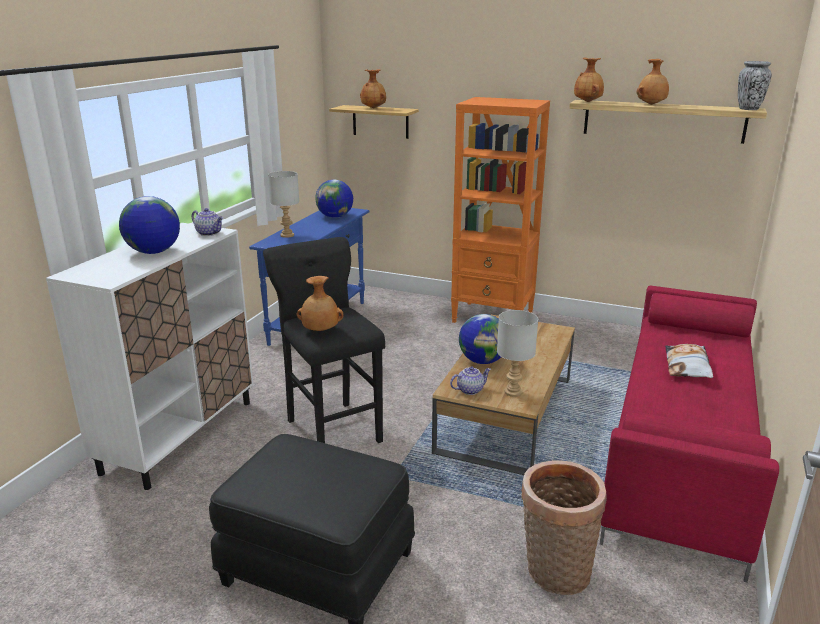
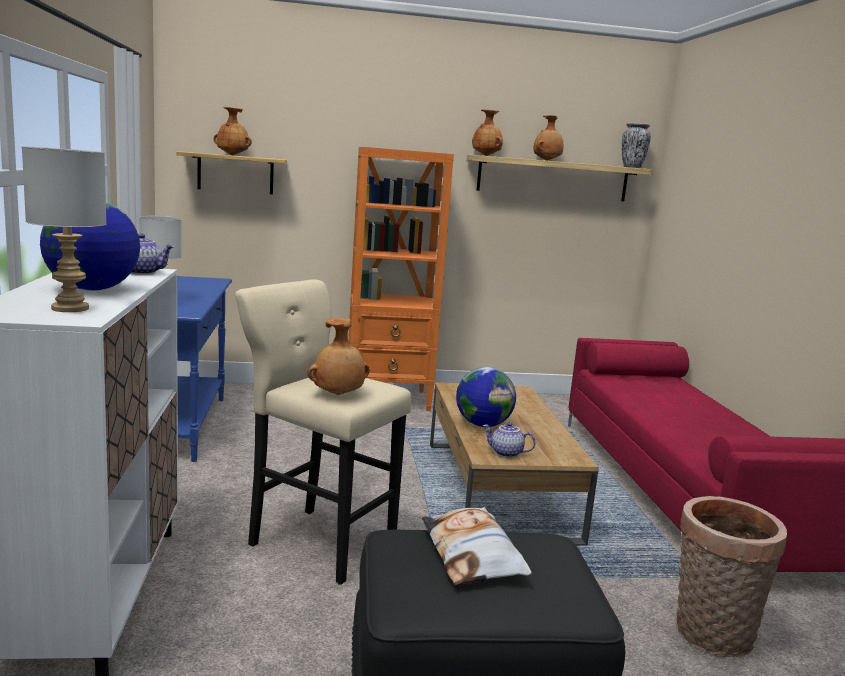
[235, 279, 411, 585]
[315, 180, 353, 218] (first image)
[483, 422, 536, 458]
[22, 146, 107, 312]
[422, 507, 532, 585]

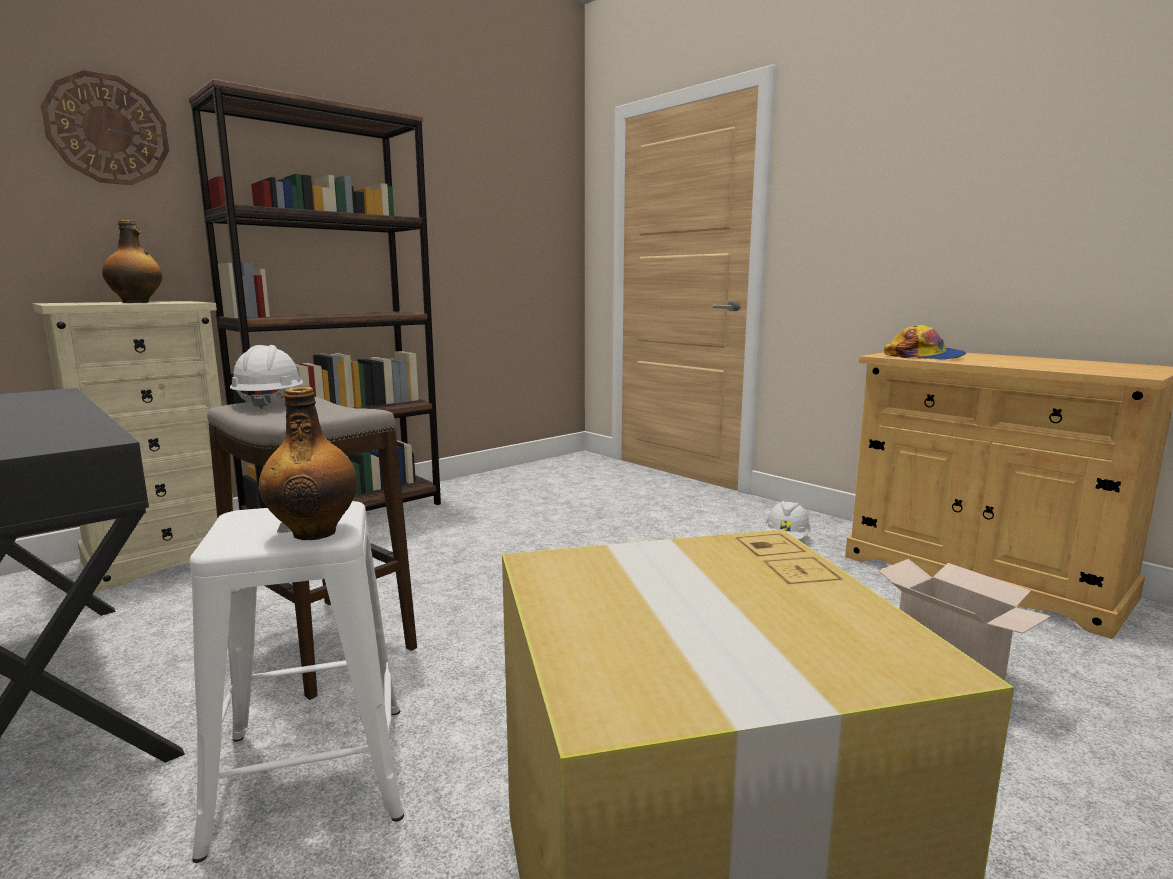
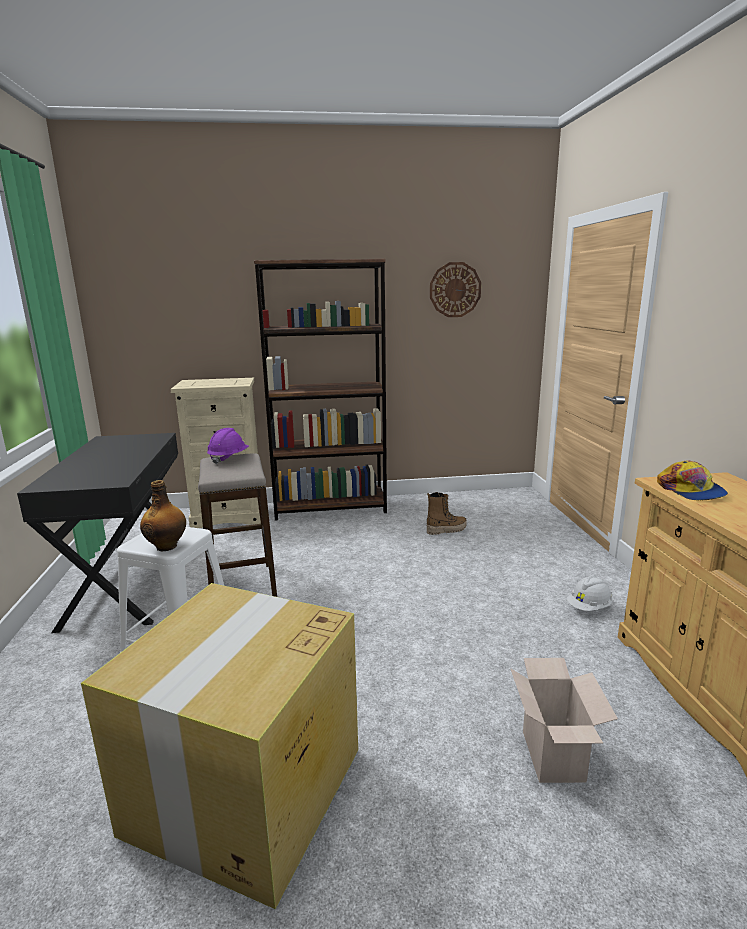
[430, 262, 481, 317]
[102, 220, 162, 303] (first image)
[207, 428, 249, 464]
[427, 492, 467, 535]

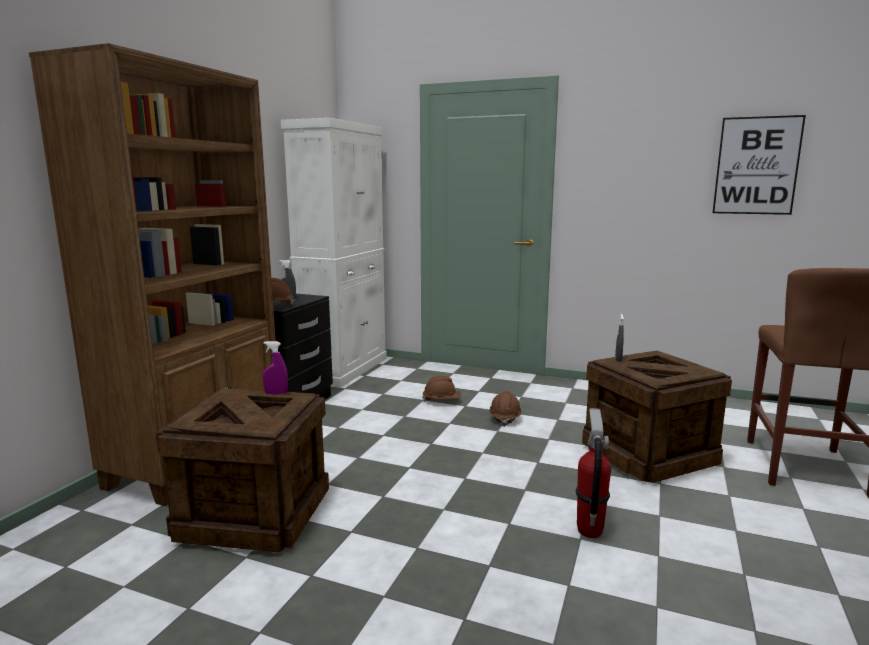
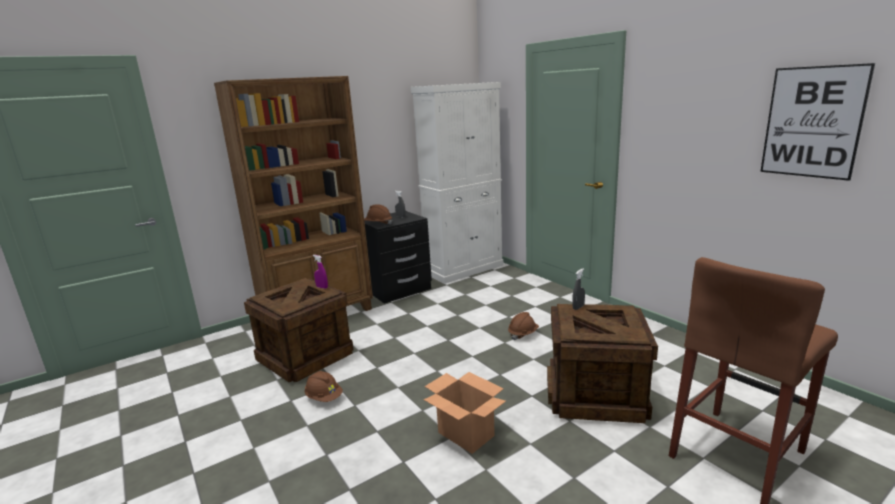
[305, 371, 343, 402]
[424, 372, 506, 454]

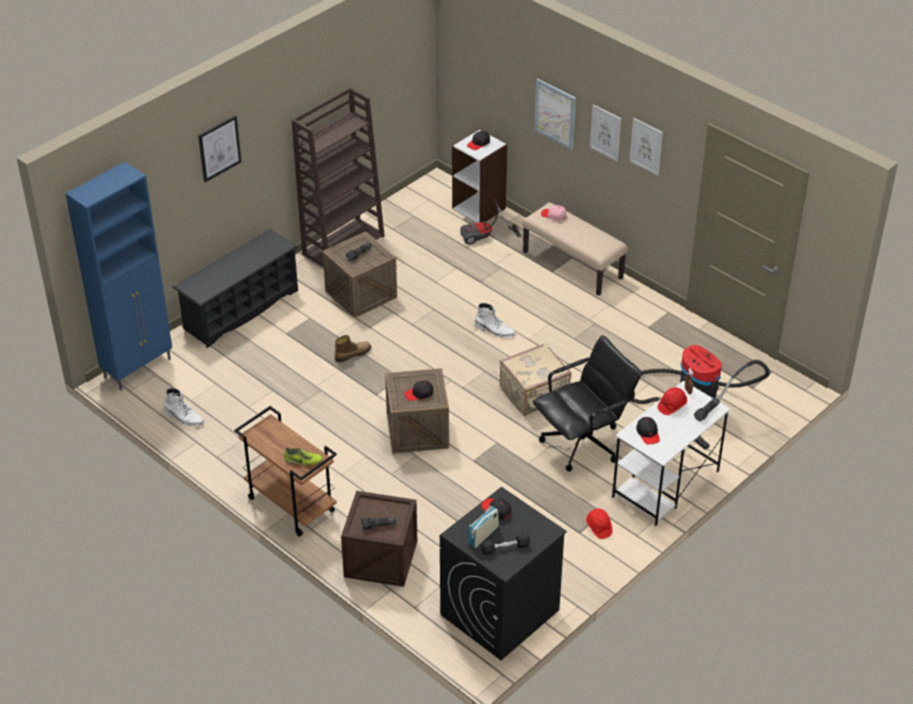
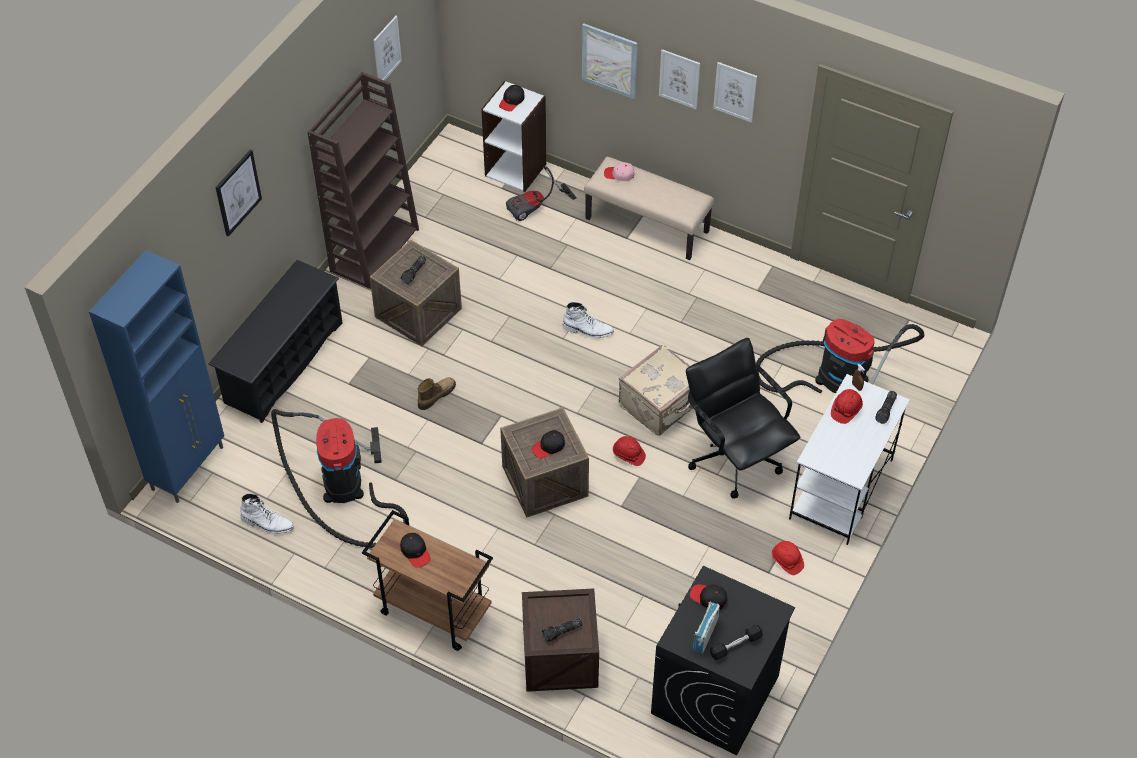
[284, 447, 323, 466] (first image)
[686, 338, 800, 499]
[400, 533, 431, 568]
[271, 409, 408, 548]
[373, 16, 402, 81]
[613, 436, 646, 466]

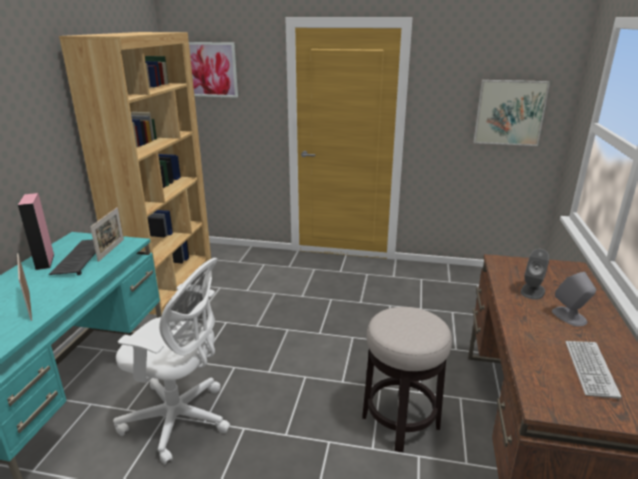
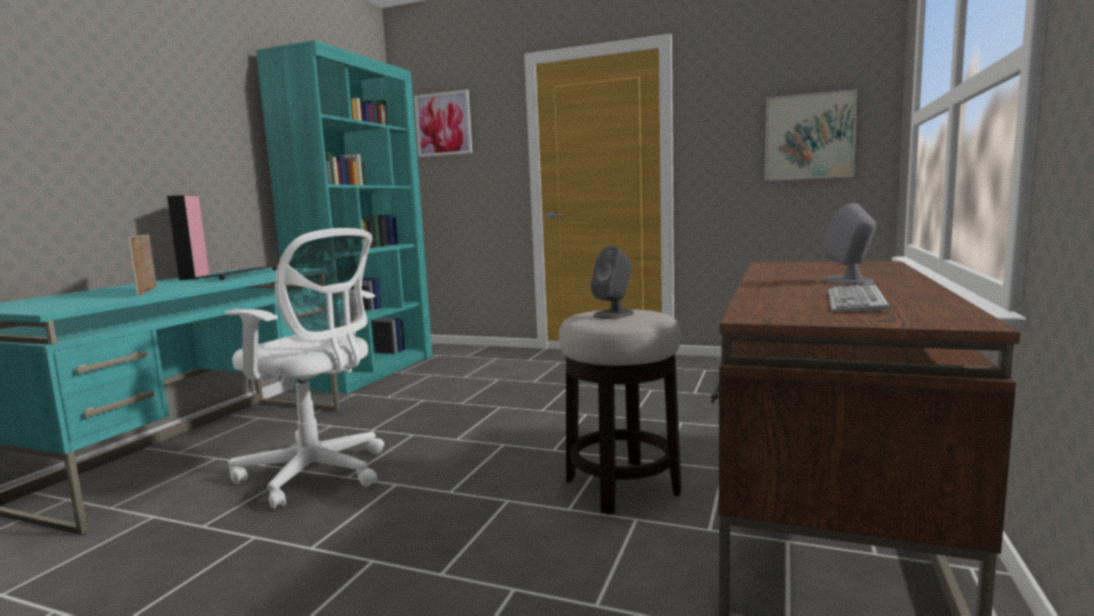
[256, 40, 432, 394]
[90, 207, 124, 262] (first image)
[590, 246, 634, 319]

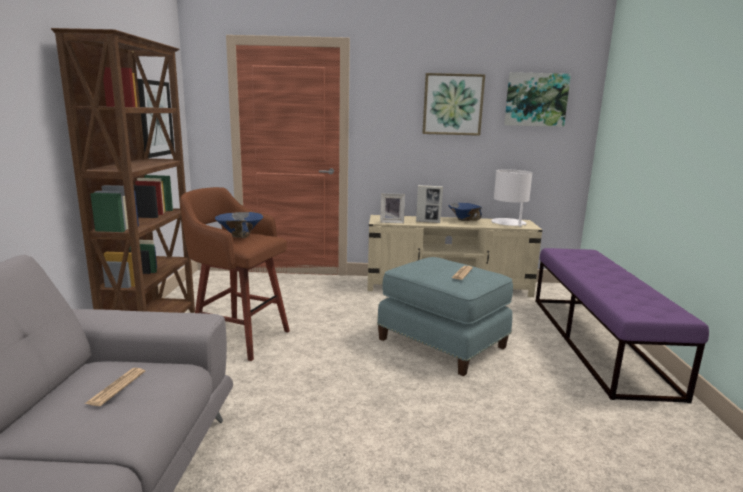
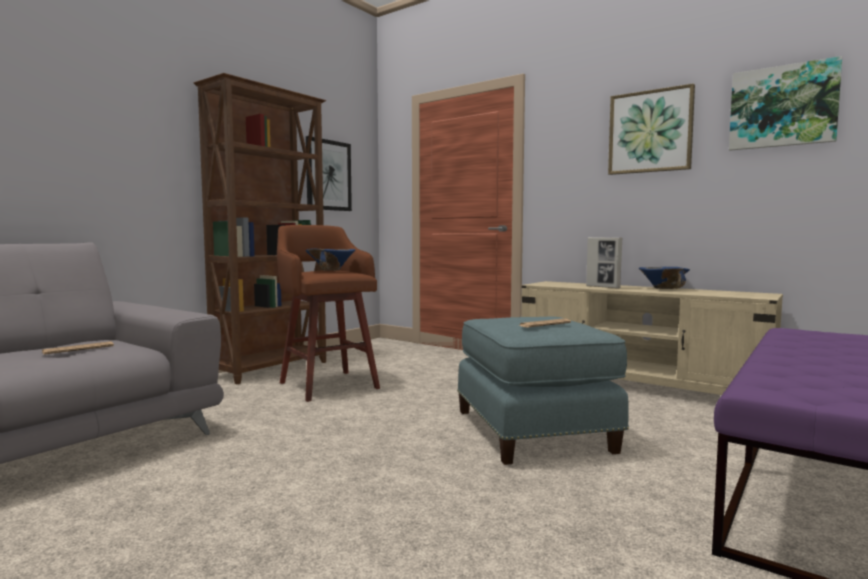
[380, 193, 405, 223] (first image)
[491, 169, 532, 227] (first image)

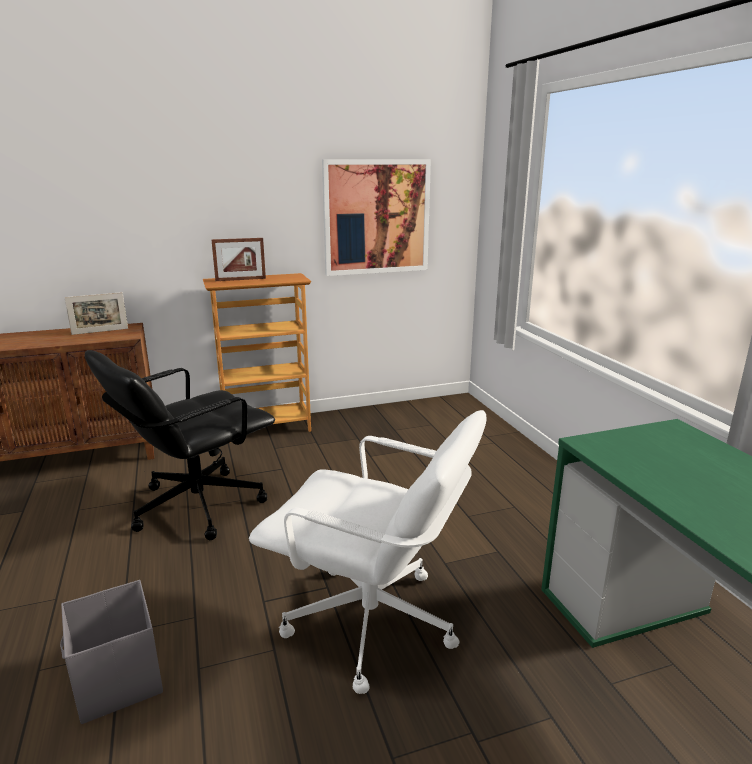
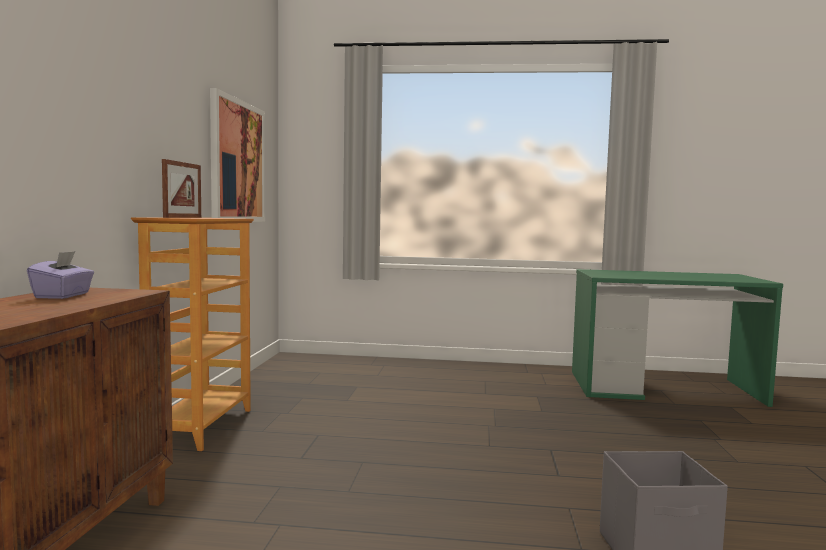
[27, 251, 94, 299]
[85, 350, 275, 540] (first image)
[249, 410, 486, 694] (first image)

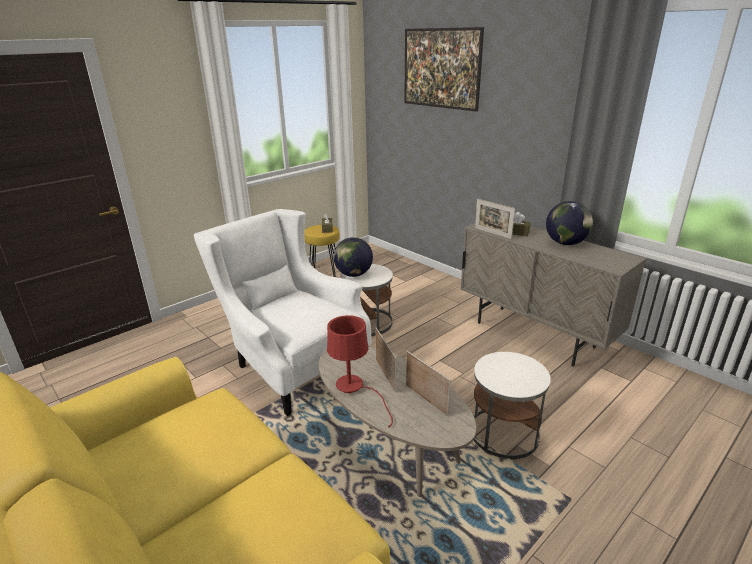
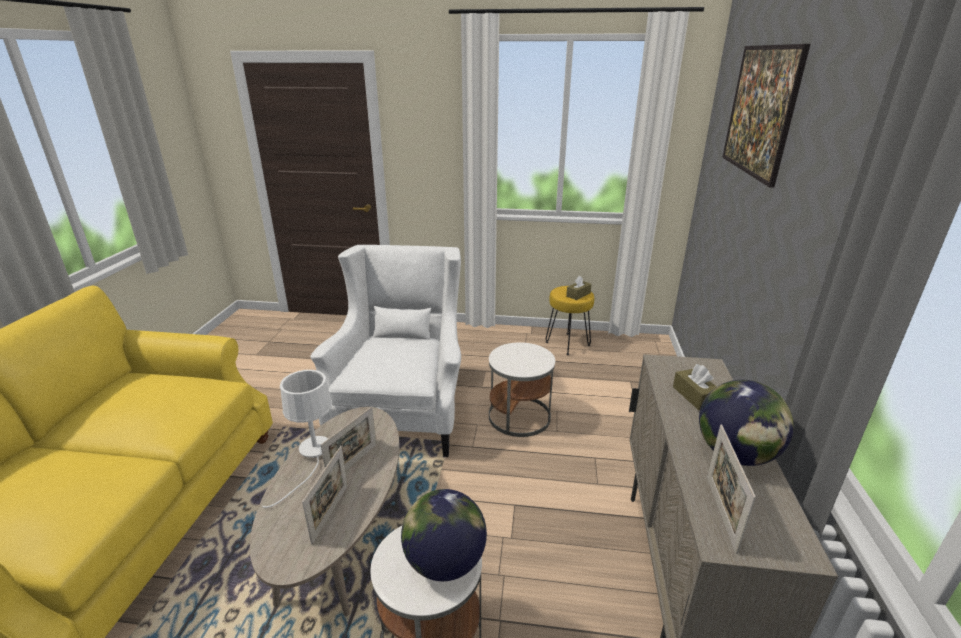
[262, 370, 332, 508]
[401, 489, 487, 581]
[707, 425, 756, 554]

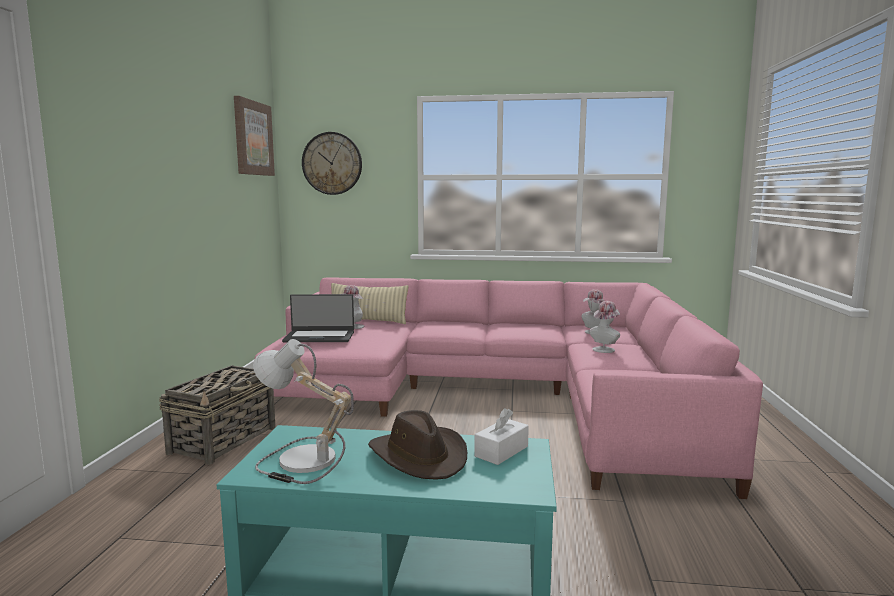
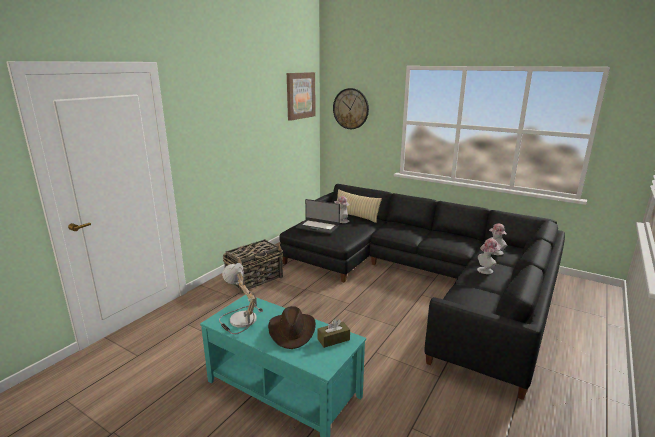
[279, 184, 565, 400]
[317, 319, 350, 348]

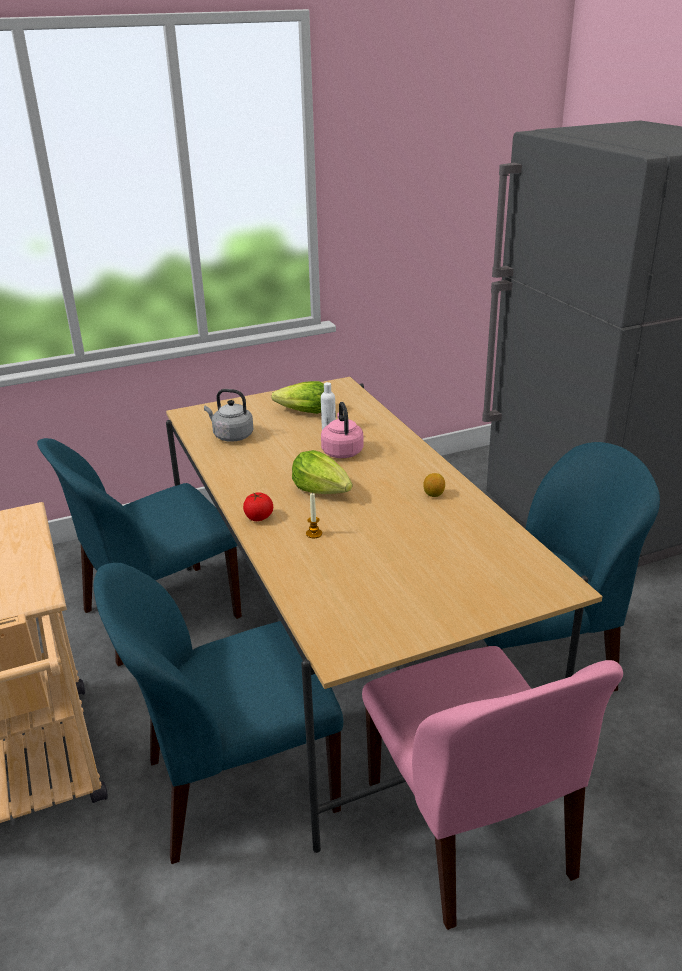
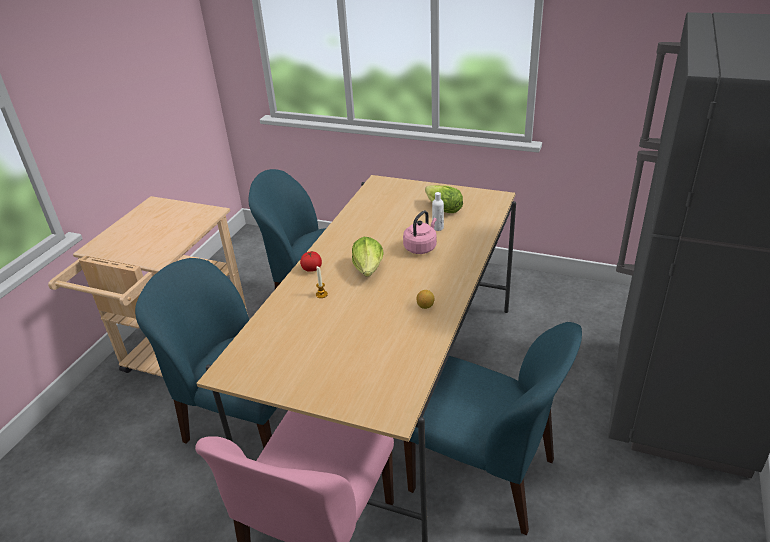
[204, 389, 254, 442] (first image)

